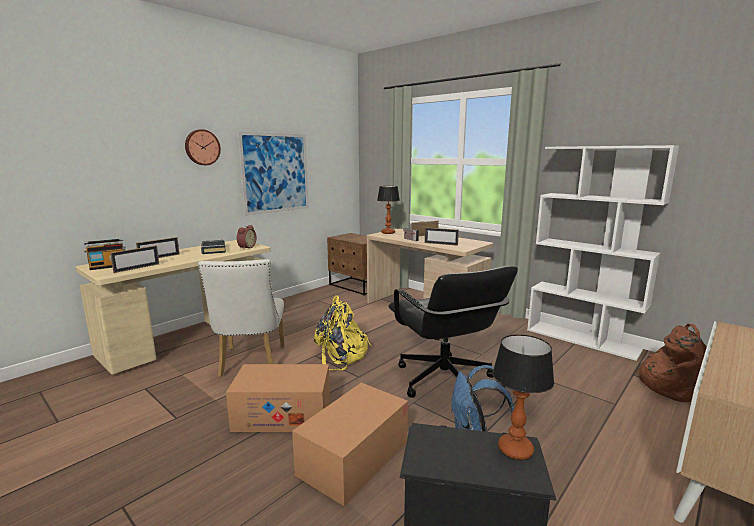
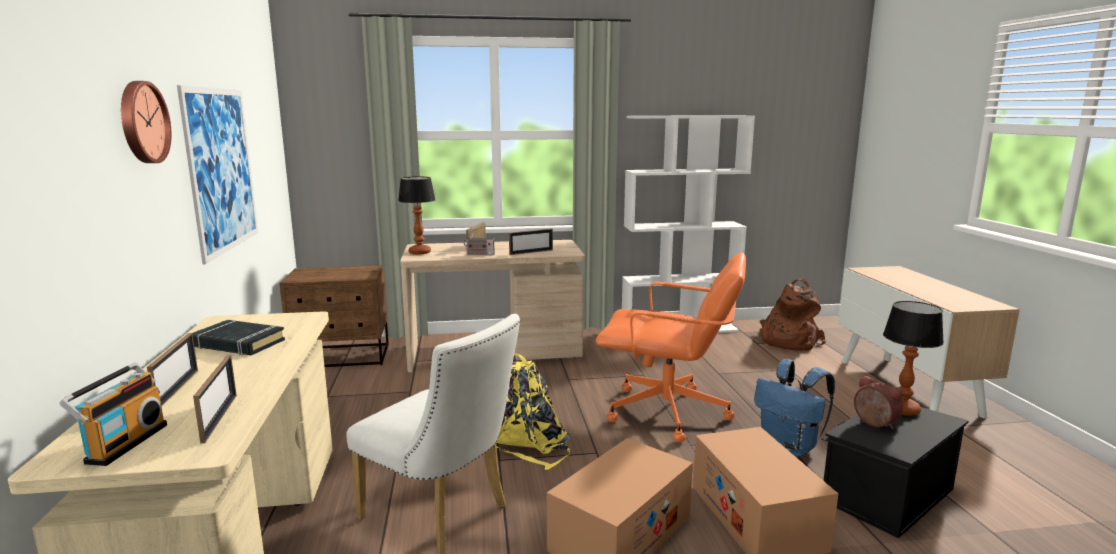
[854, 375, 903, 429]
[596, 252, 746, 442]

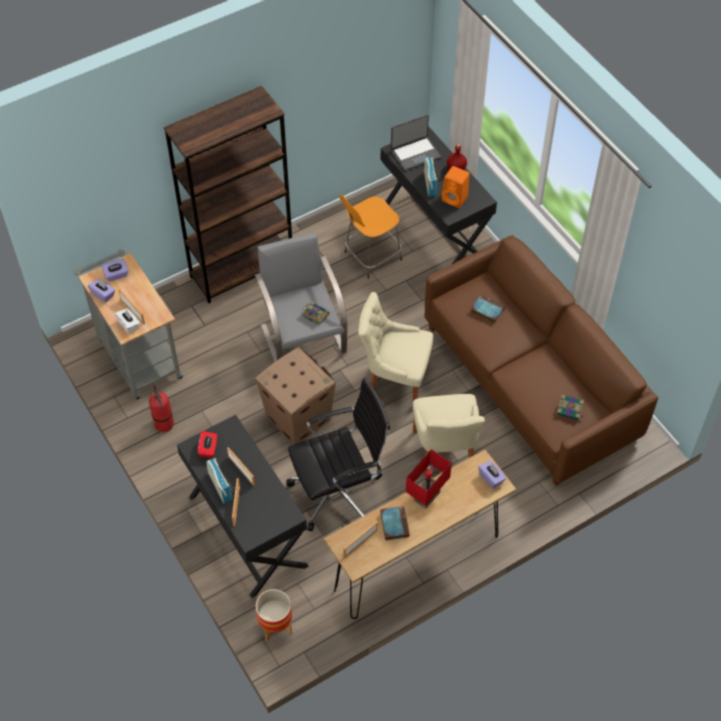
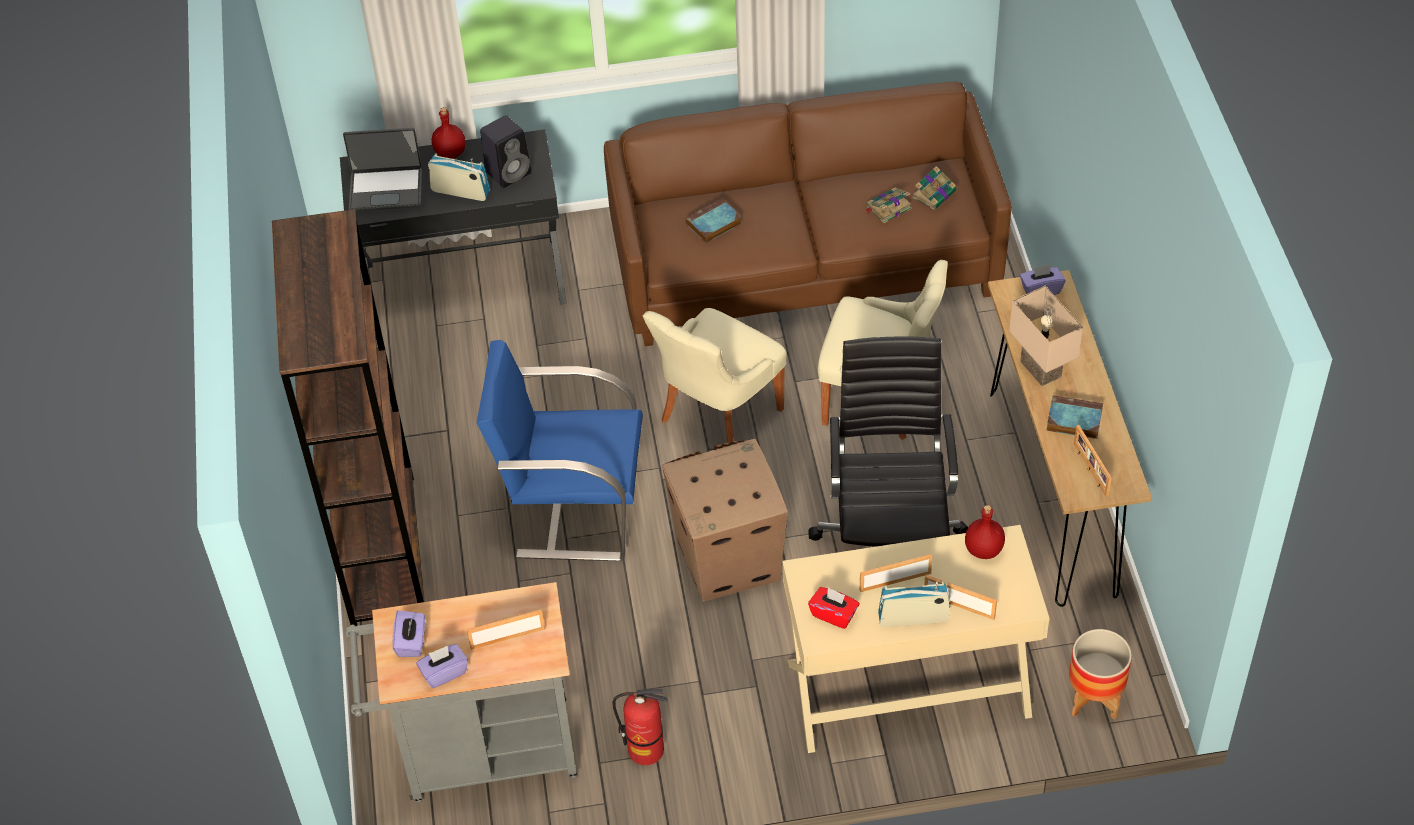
[115, 308, 140, 333] (first image)
[782, 525, 1050, 753]
[477, 340, 643, 561]
[865, 188, 912, 223]
[339, 195, 402, 279] (first image)
[343, 128, 422, 211]
[1009, 286, 1083, 386]
[480, 115, 531, 188]
[965, 505, 1005, 559]

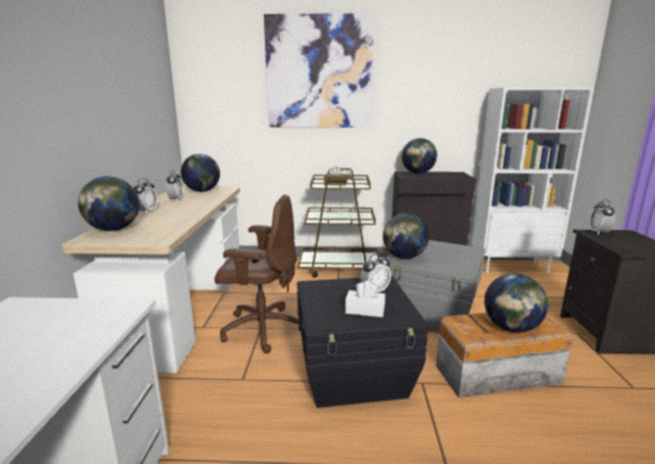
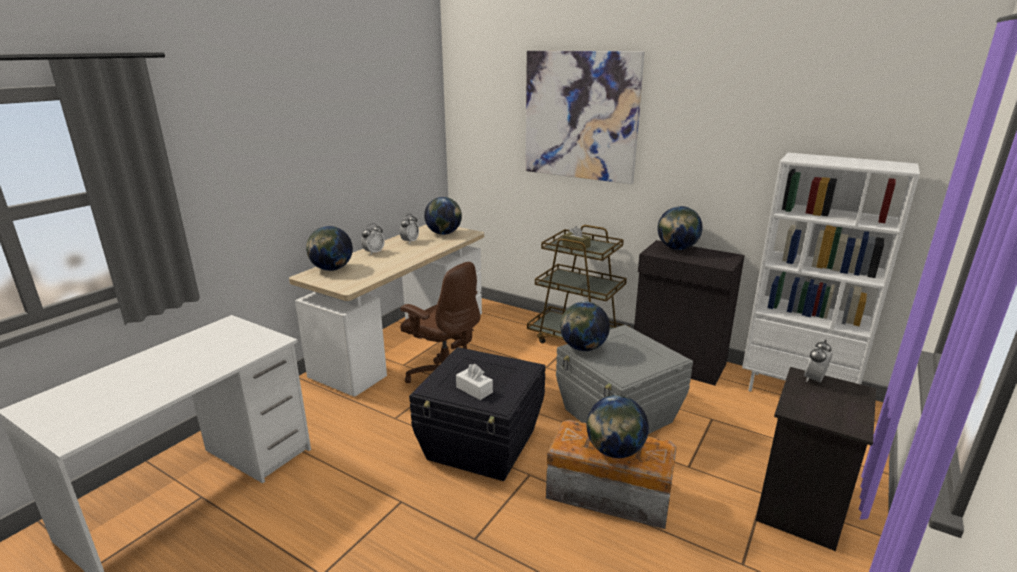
[360, 253, 391, 292] (first image)

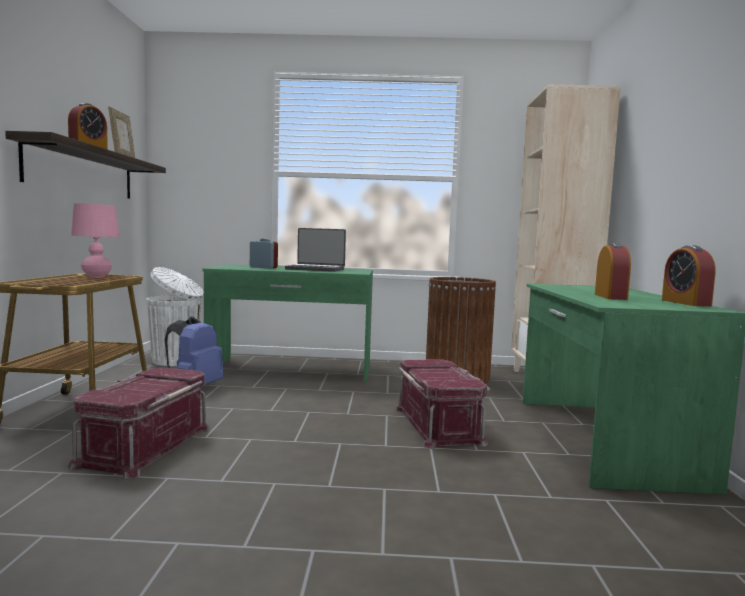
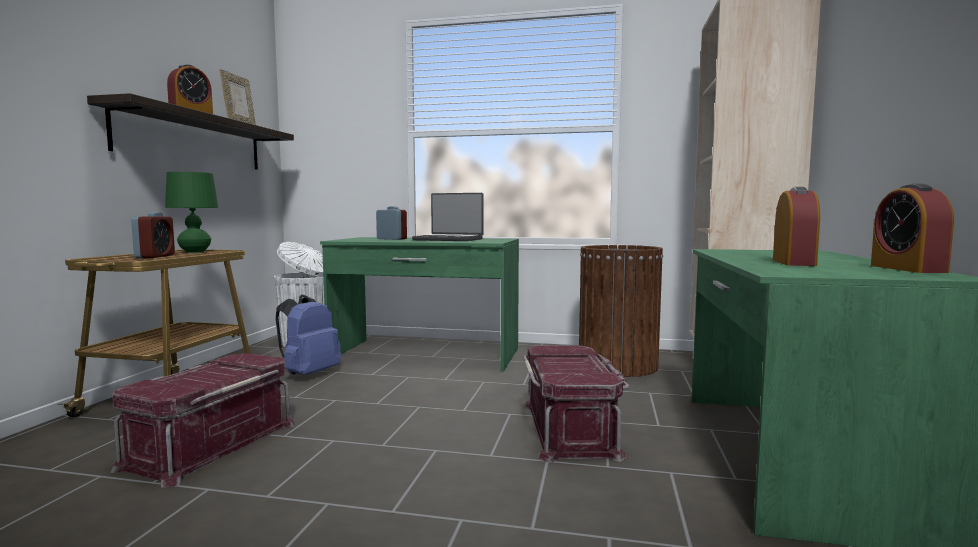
[165, 172, 218, 253]
[131, 212, 175, 258]

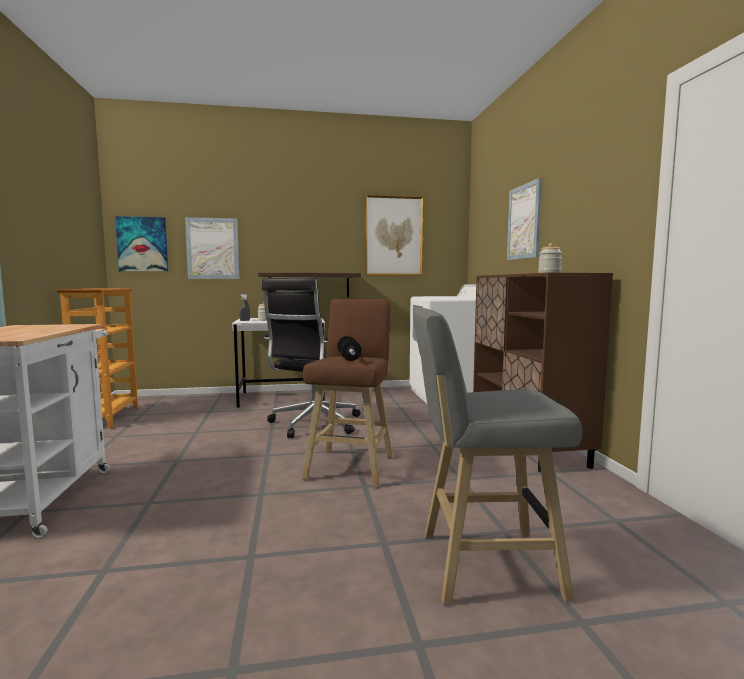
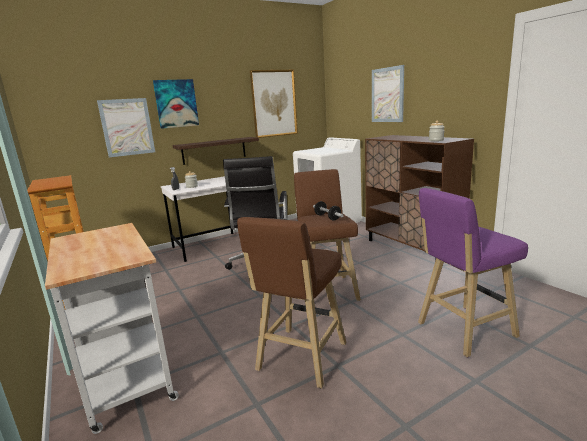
[153, 79, 199, 129]
[418, 188, 528, 358]
[237, 217, 346, 389]

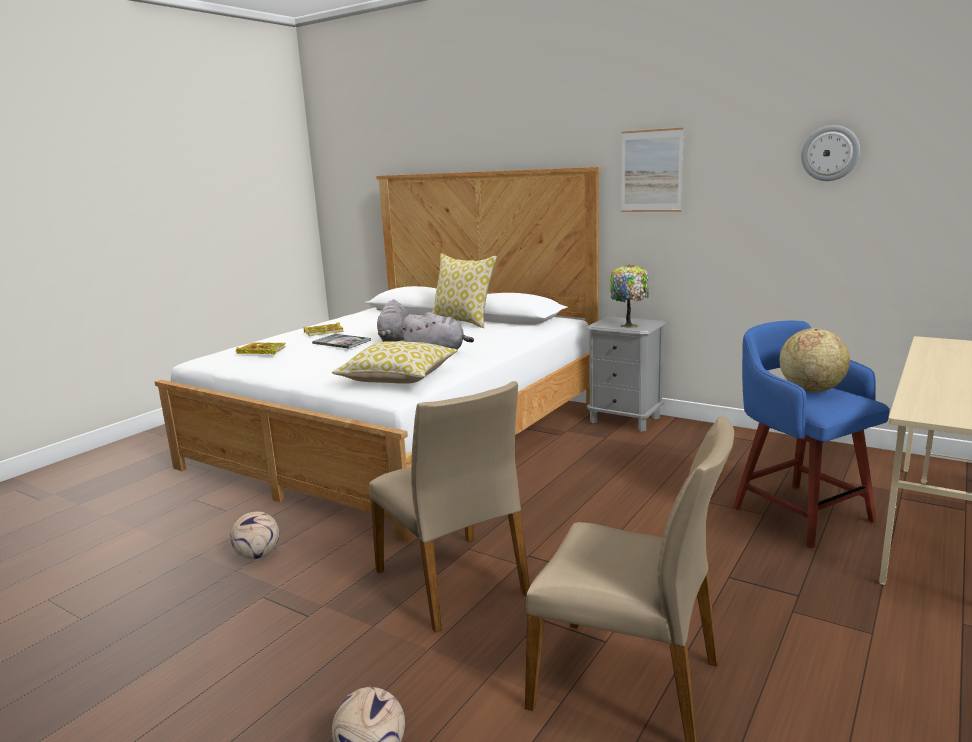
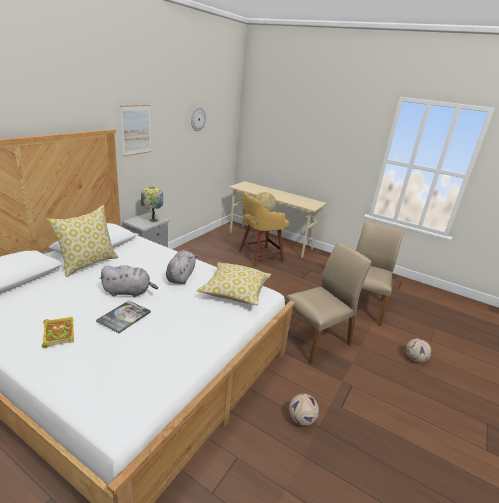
[236, 342, 286, 355] (first image)
[239, 192, 289, 267]

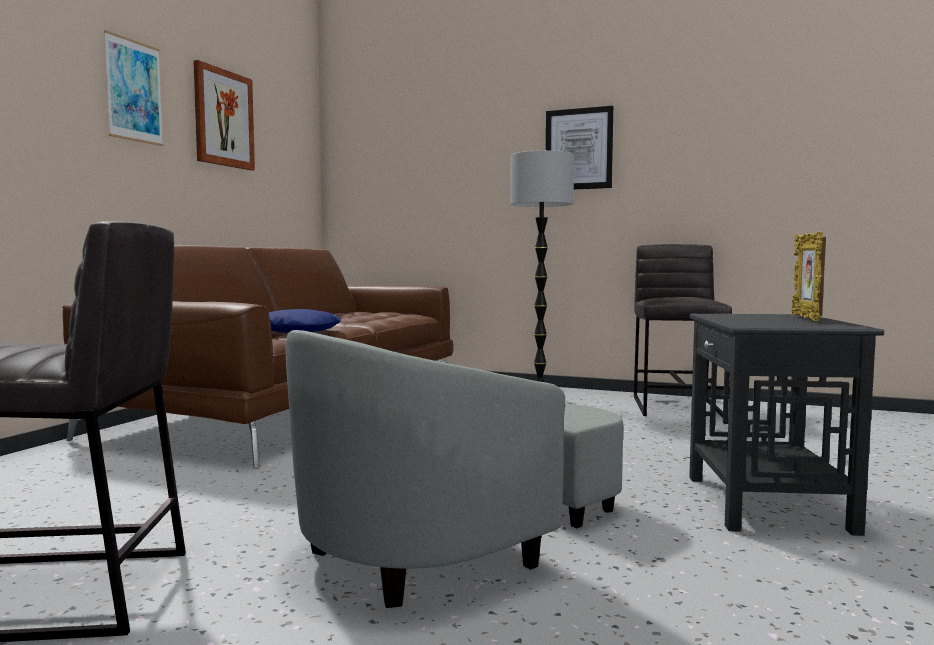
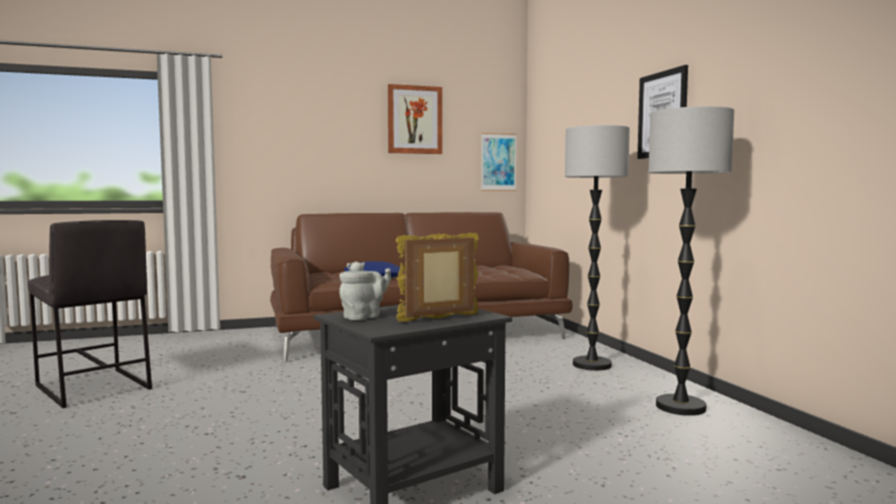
[481, 133, 517, 191]
[285, 330, 623, 608] (first image)
[649, 106, 734, 416]
[339, 261, 391, 320]

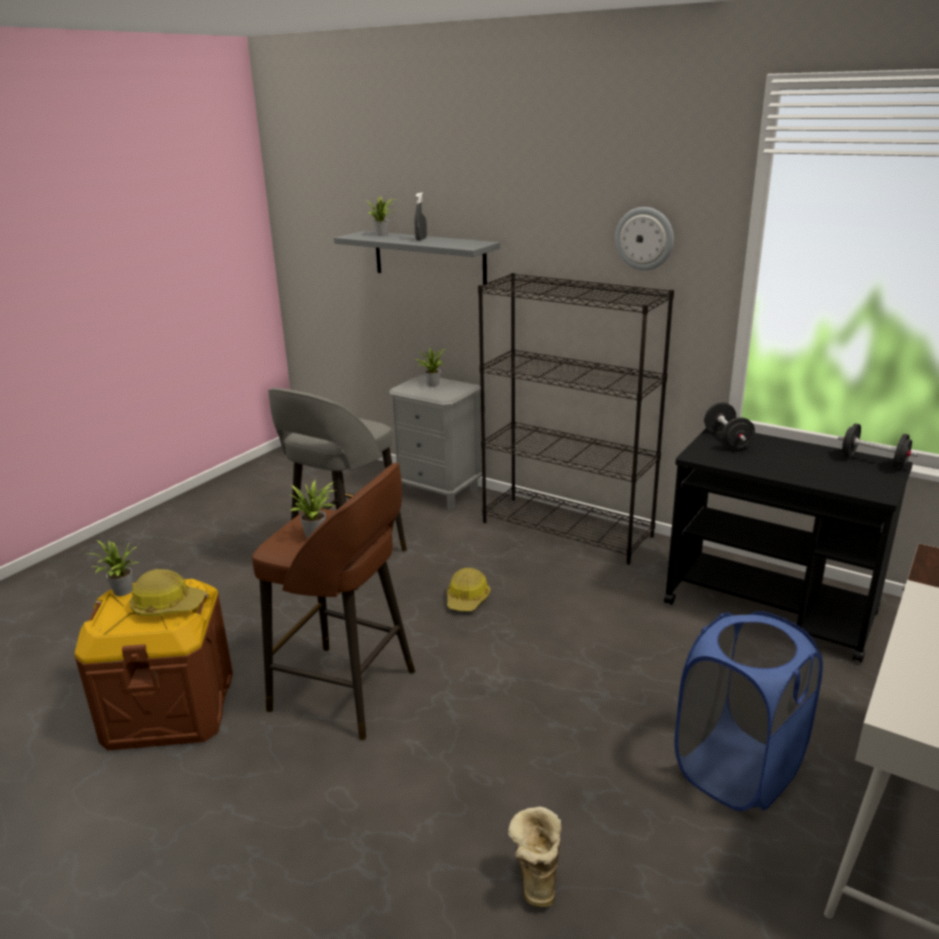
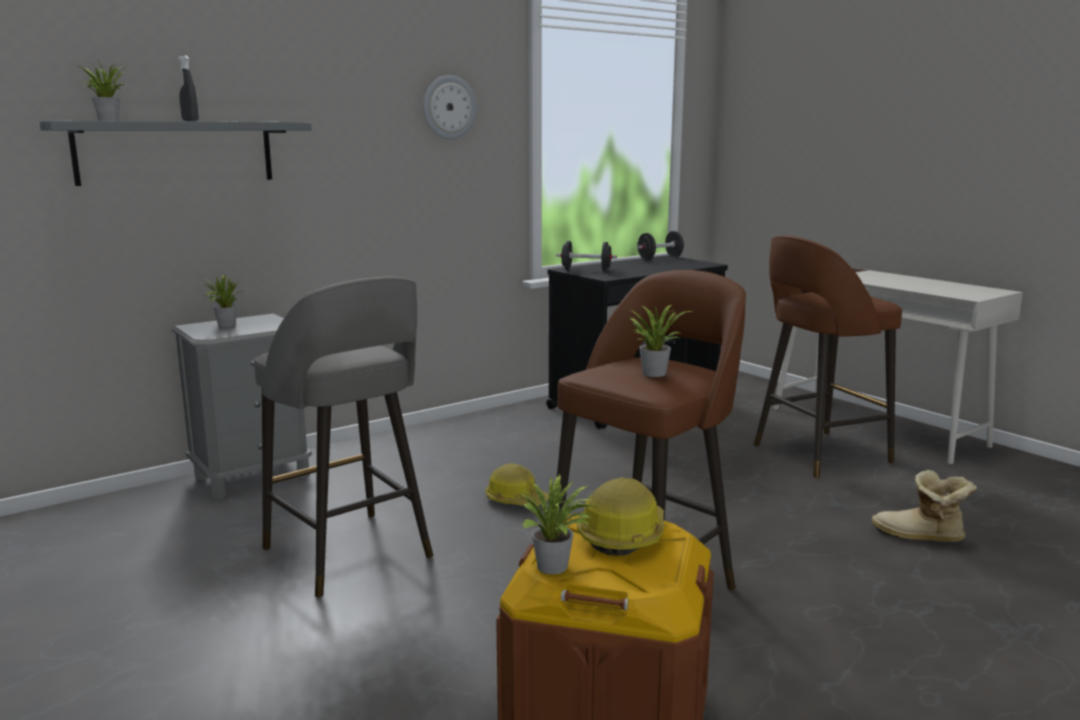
[478, 273, 674, 564] (first image)
[754, 235, 902, 478]

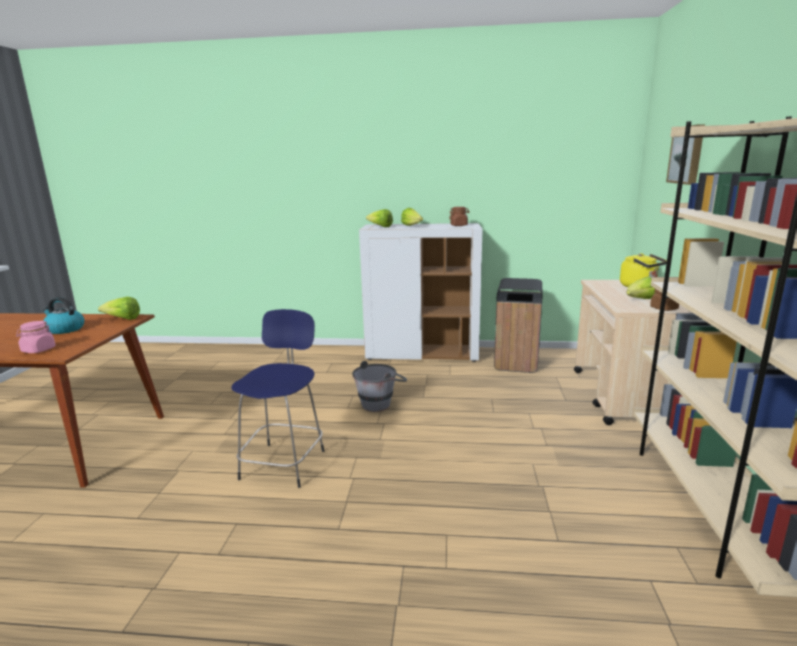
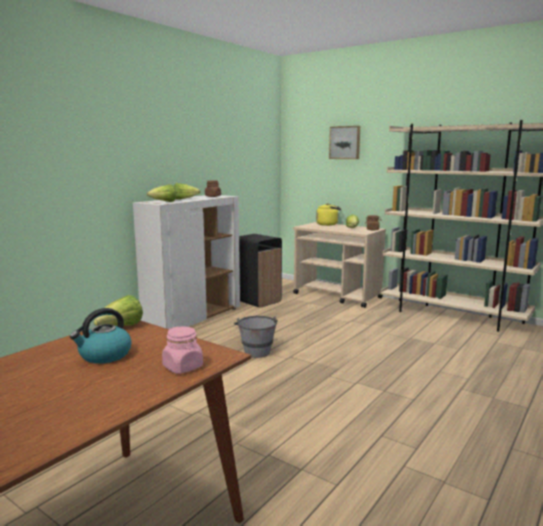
[231, 309, 324, 488] (first image)

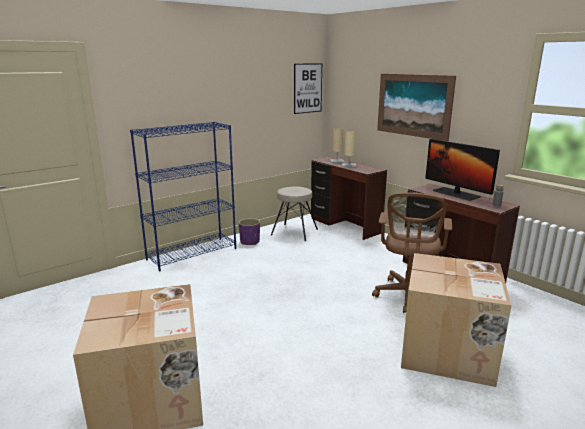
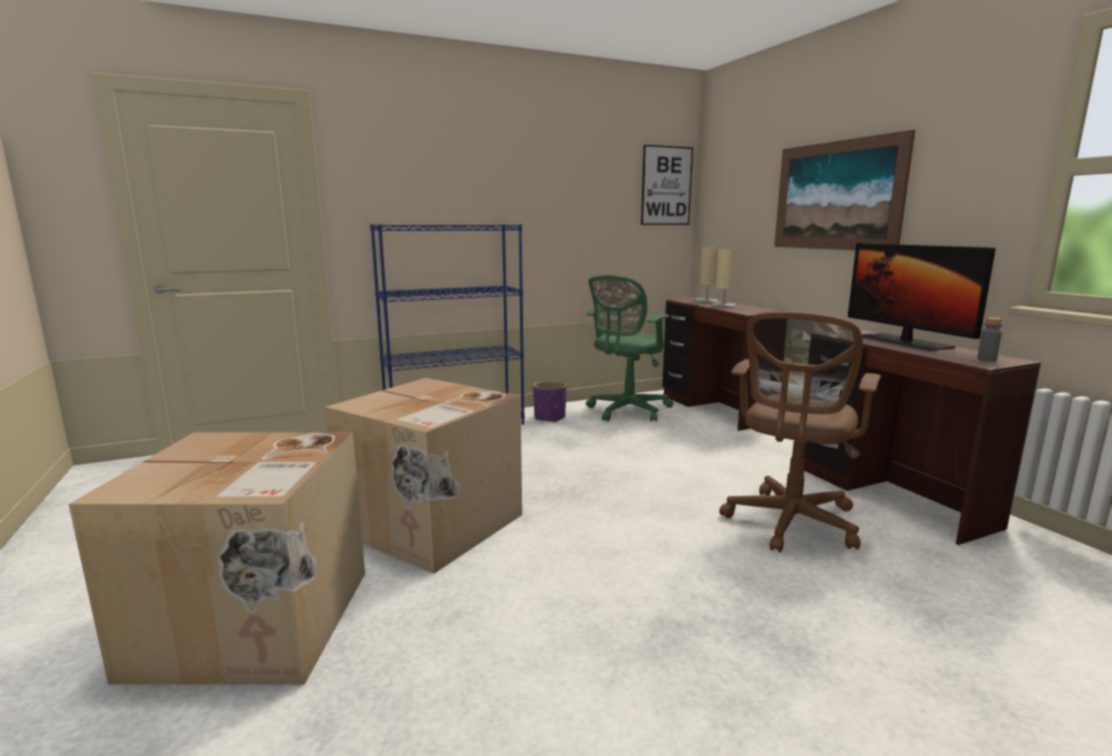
[586, 275, 673, 422]
[325, 378, 522, 573]

